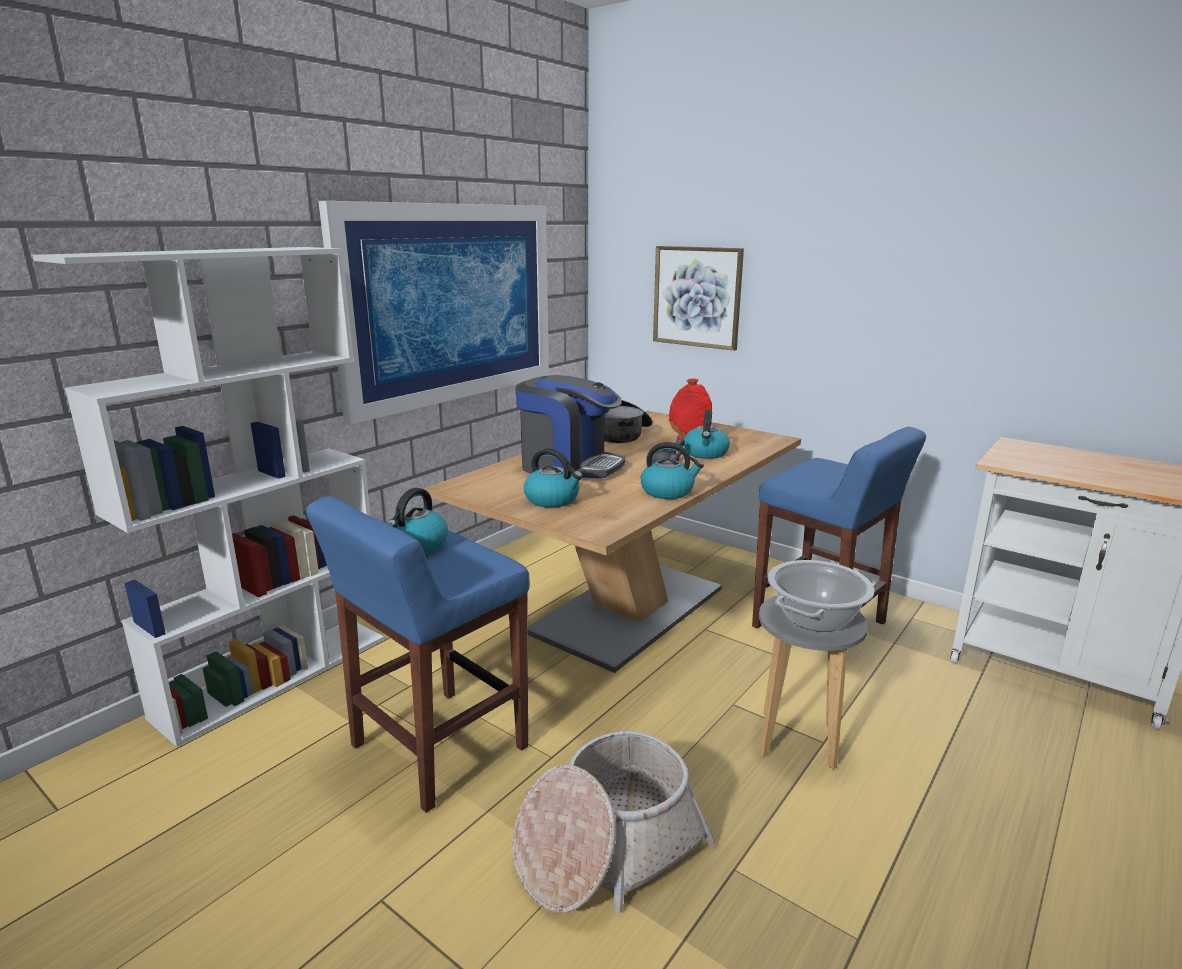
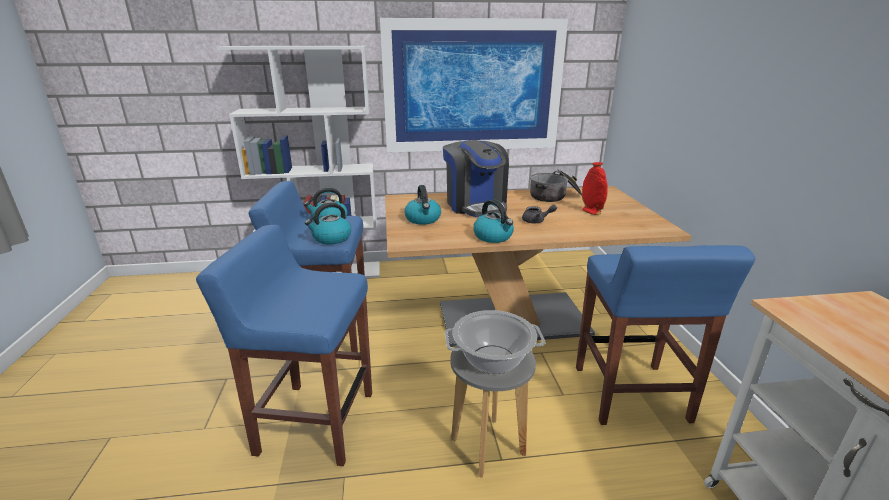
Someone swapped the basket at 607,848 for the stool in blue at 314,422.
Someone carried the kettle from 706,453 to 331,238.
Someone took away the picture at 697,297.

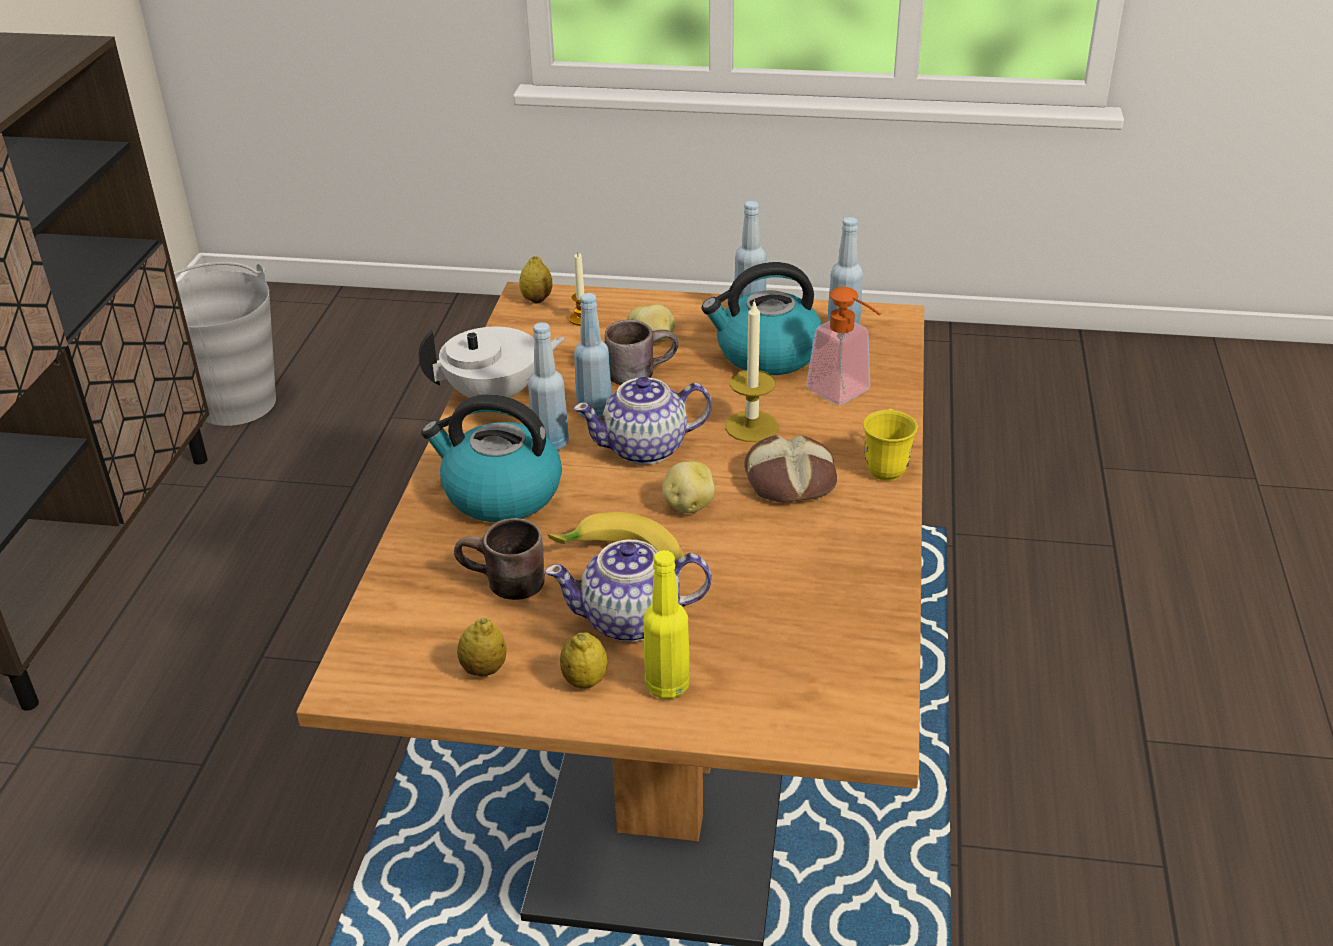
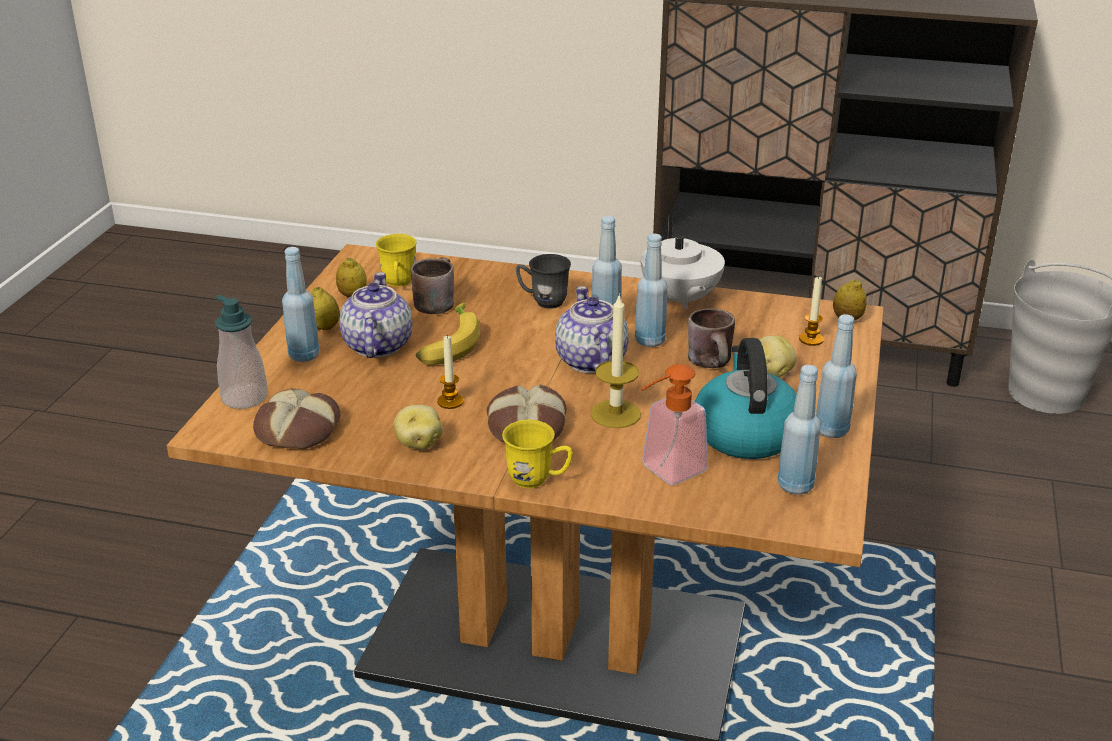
Someone put down the soap dispenser at 244,398.
Someone put down the bread at 300,430.
Someone repainted the bottle in yellow at 667,686, which became the bottle in blue at 304,355.
Someone put down the mug in yellow at 398,284.
Someone carried the potato from 688,505 to 418,443.
Someone put down the candle at 450,402.
Someone swapped the kettle at 500,494 for the mug in grey at 542,301.

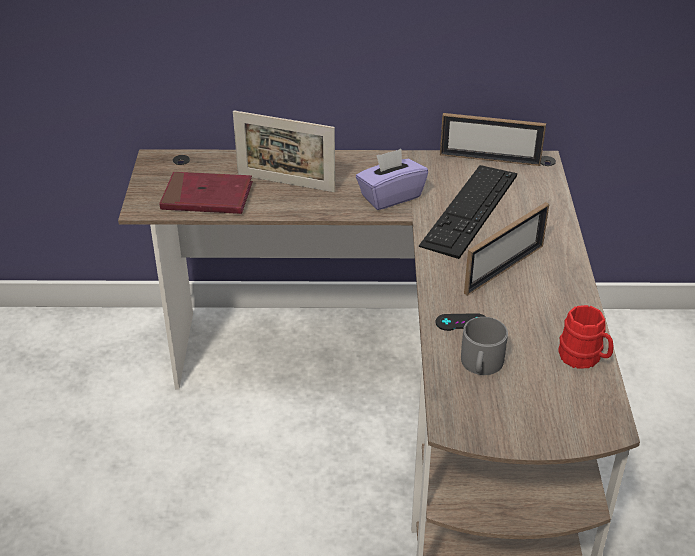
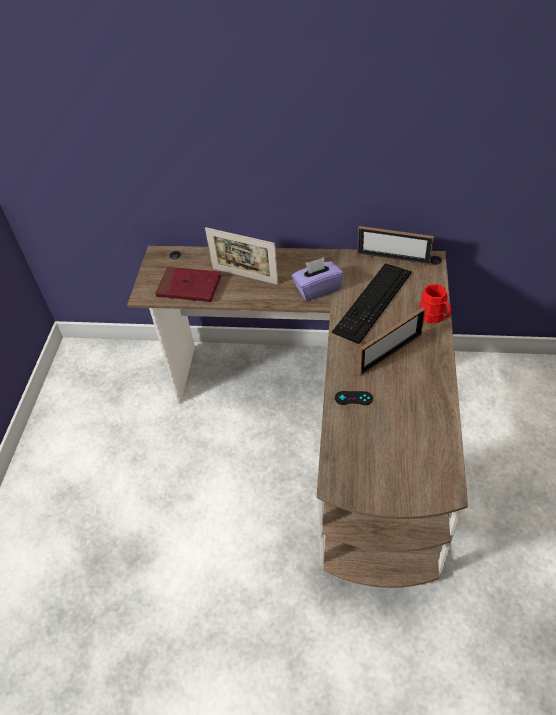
Someone carried the mug in red from 584,358 to 434,316.
Someone took away the mug in grey at 481,364.

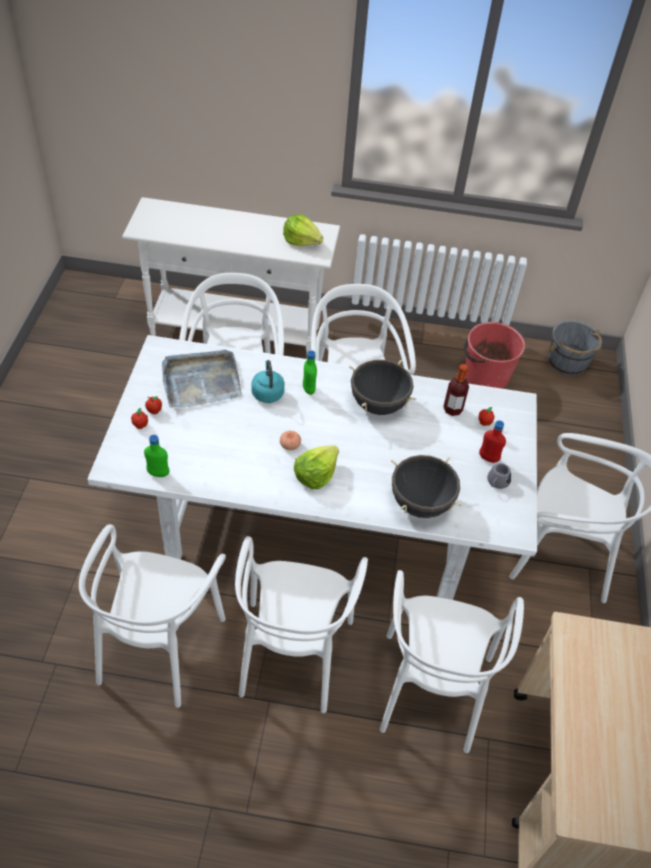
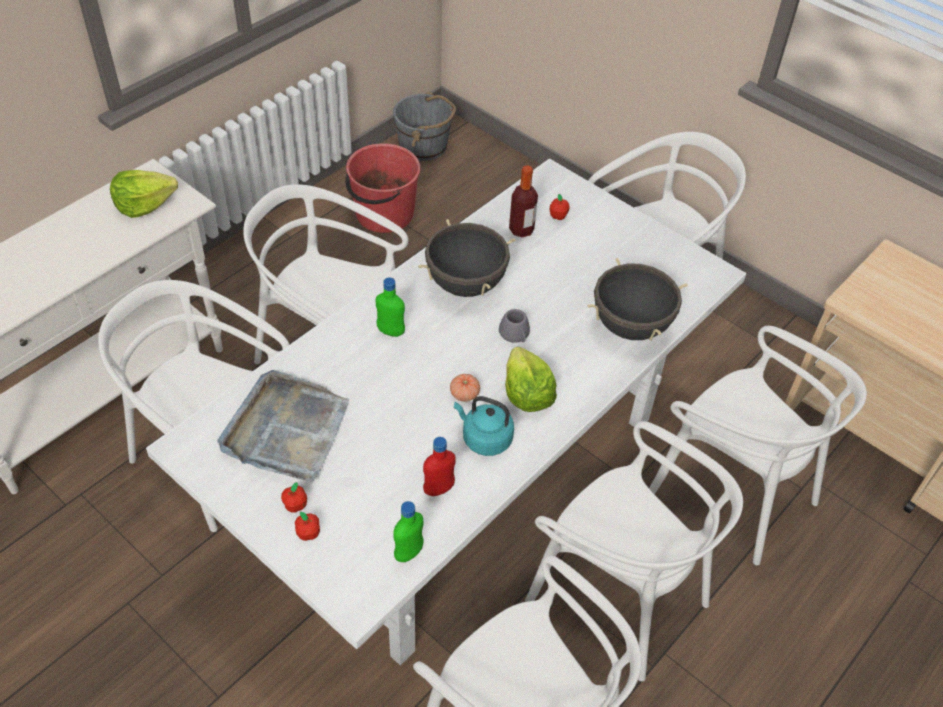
Someone carried the bottle in red from 488,458 to 439,489.
Someone carried the kettle in turquoise from 267,392 to 484,438.
Someone carried the mug in grey from 496,482 to 515,335.

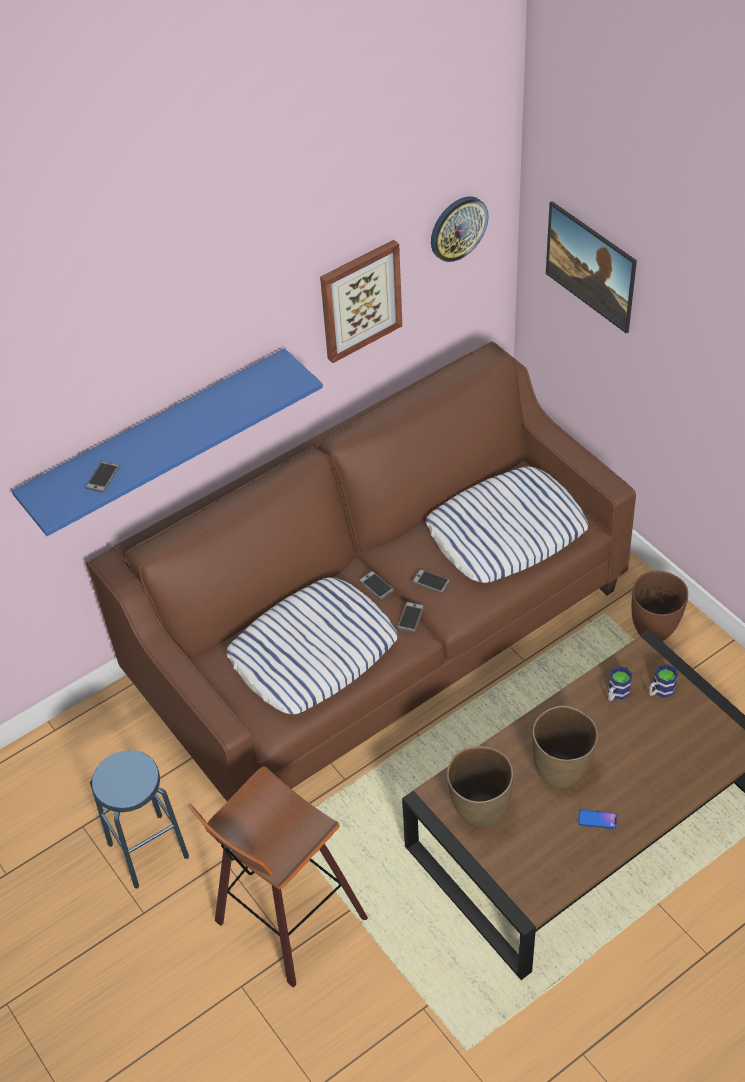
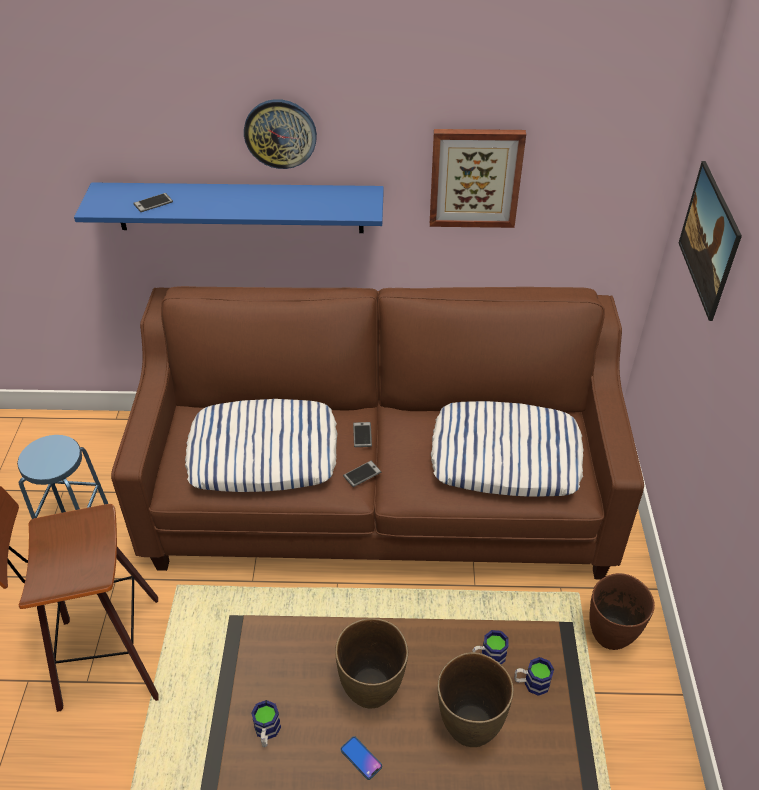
Someone carried the wall clock from 458,228 to 280,133.
Someone put down the mug at 267,732.
Someone carried the vase in brown from 479,813 to 469,726.
Someone took away the phone at 431,581.

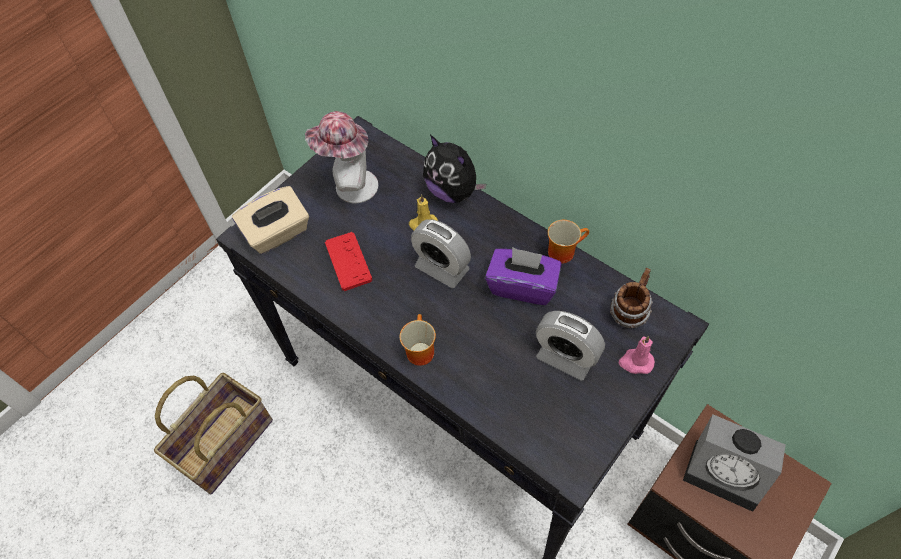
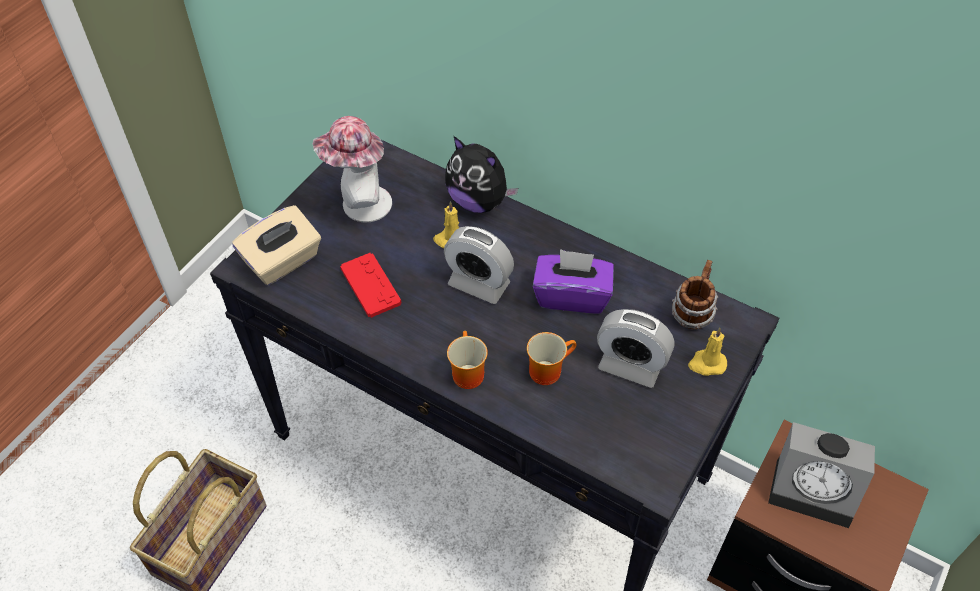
Someone carried the mug from 563,250 to 547,368.
Someone repainted the candle in pink at 635,362, which became the candle in yellow at 707,364.

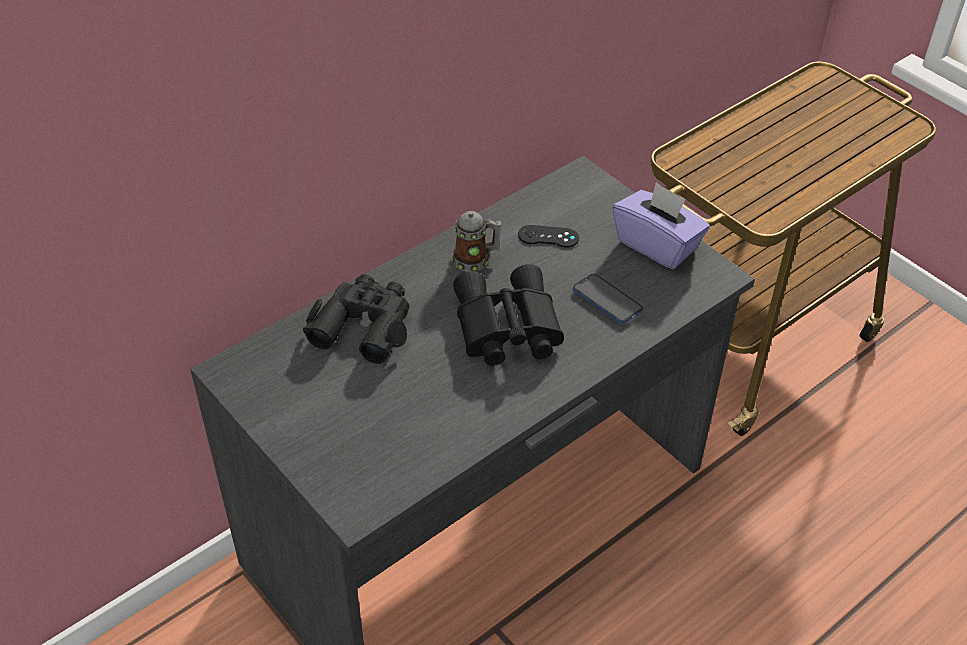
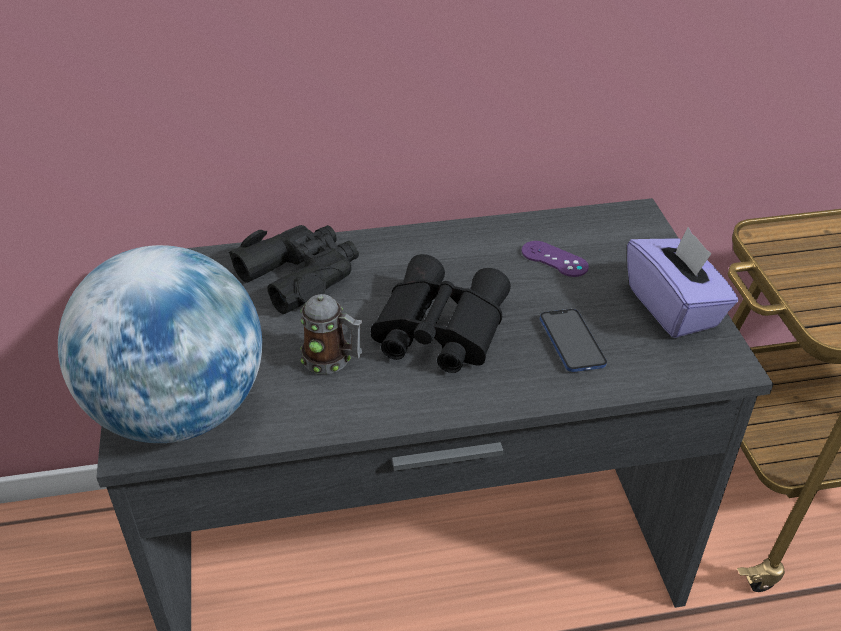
Someone put down the globe at 180,411.
Someone carried the mug from 475,259 to 332,360.
Someone repainted the game controller in black at 548,236, which became the game controller in purple at 554,259.

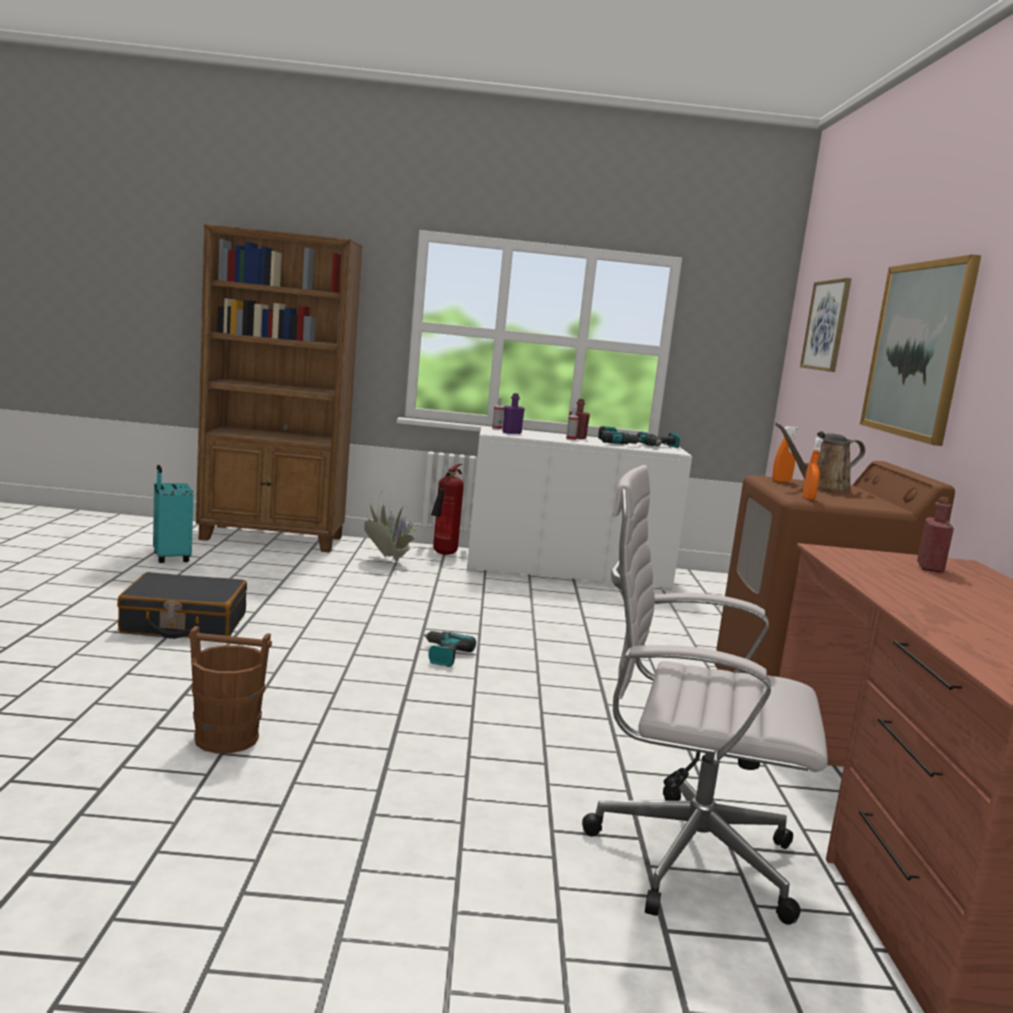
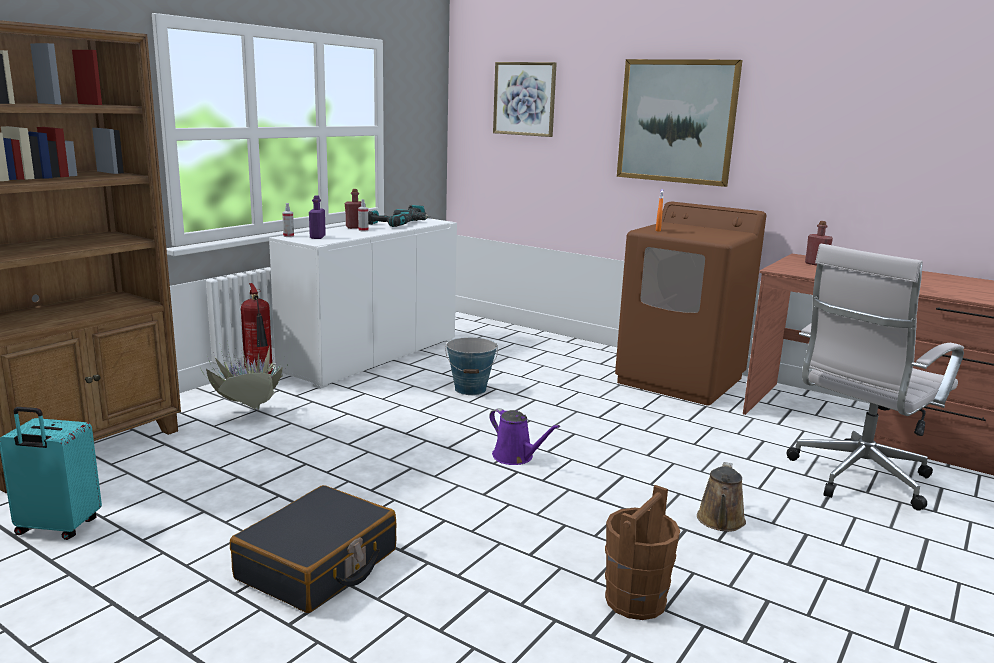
Someone put down the bucket at 470,389.
Someone swapped the power drill at 443,655 for the watering can in purple at 515,457.
Someone carried the watering can in brown from 820,488 to 720,522.
Someone took away the spray bottle in orange at 808,498.

